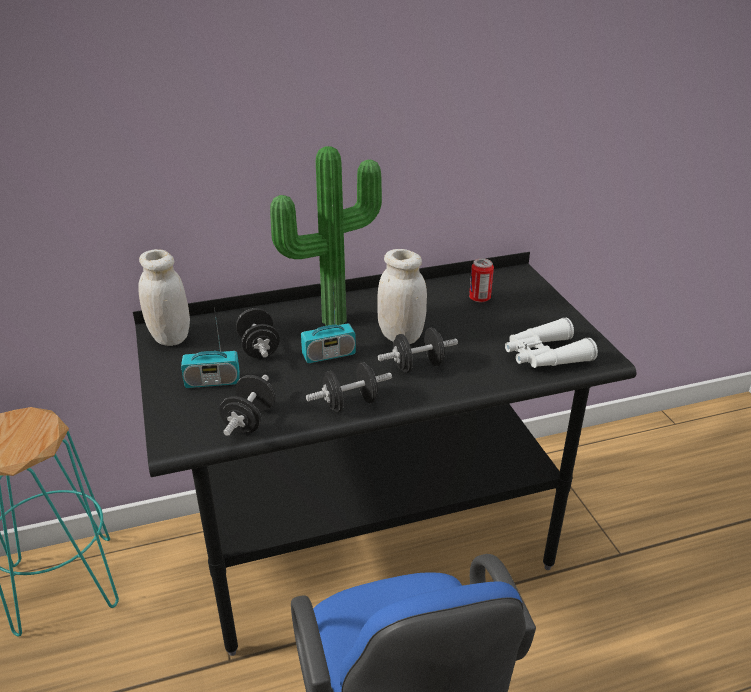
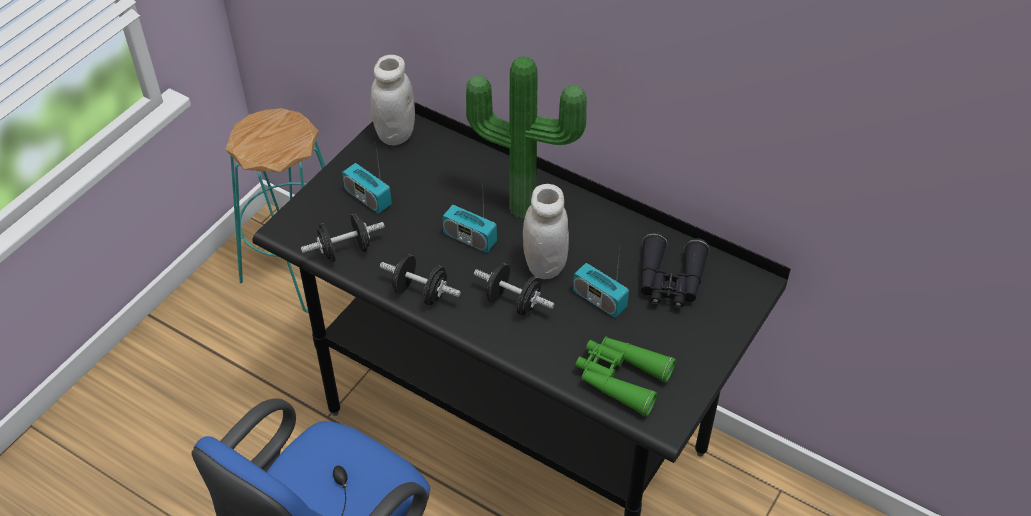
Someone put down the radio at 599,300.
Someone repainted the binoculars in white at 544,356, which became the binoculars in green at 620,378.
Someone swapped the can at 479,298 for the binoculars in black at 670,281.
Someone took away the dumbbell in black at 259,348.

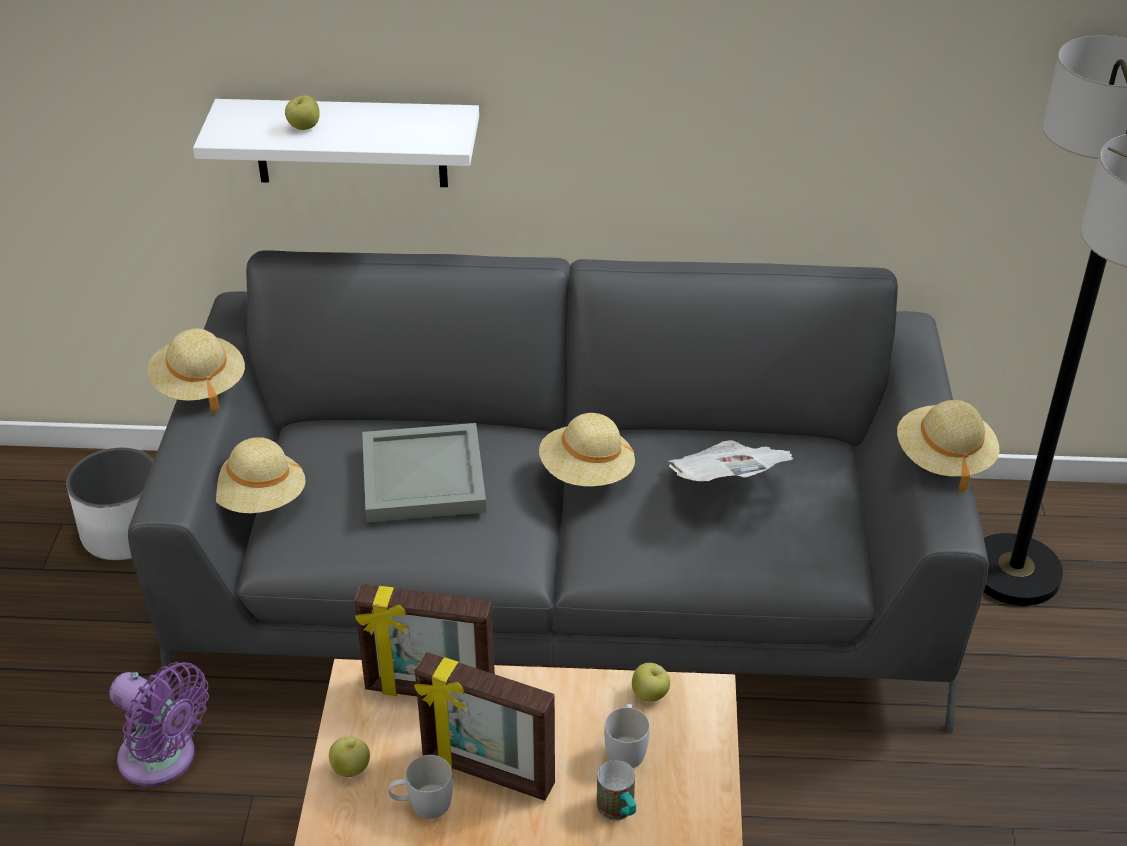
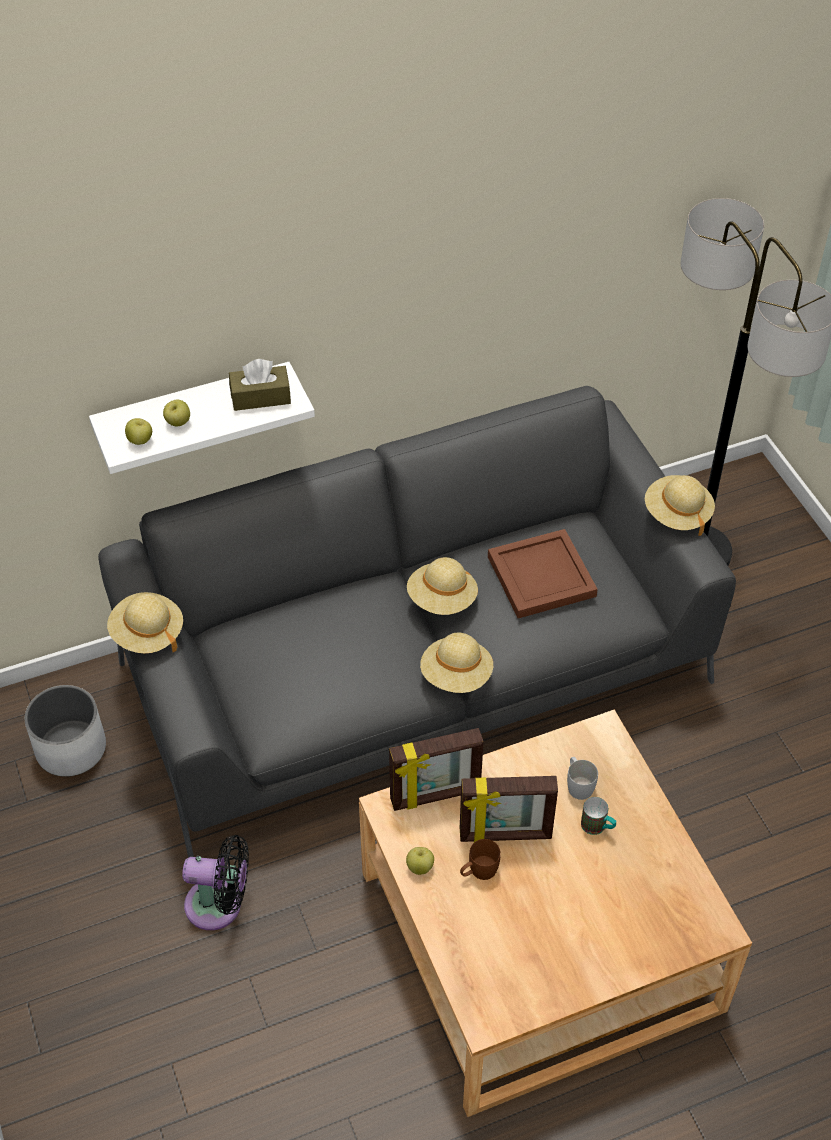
Someone carried the apple from 650,694 to 140,440.
Someone repainted the fan in purple at 163,760, which became the fan in black at 219,905.
Someone put down the tissue box in brown at 260,397.
Someone carried the hat in beige from 258,499 to 456,675.
Someone repainted the mug in white at 422,804, which became the mug in brown at 478,871.
Someone swapped the newspaper at 727,485 for the tray in brown at 539,576.
Someone took away the tray in grey at 421,479.

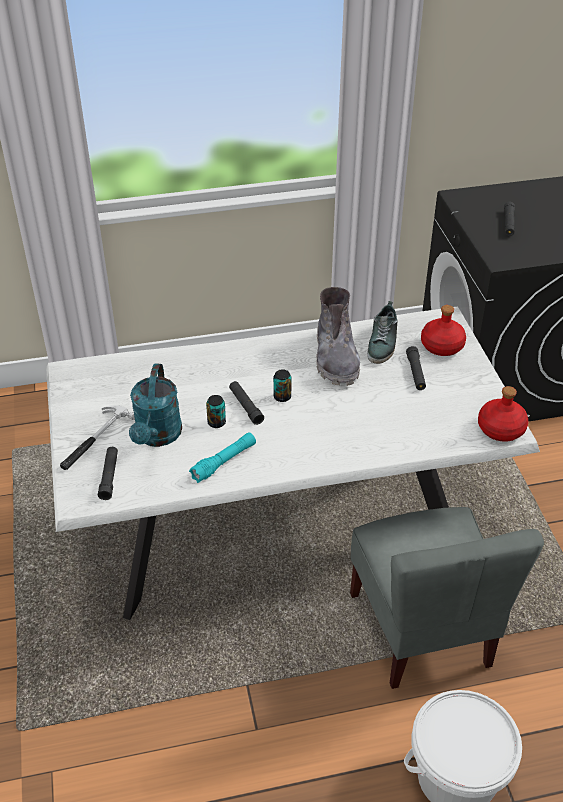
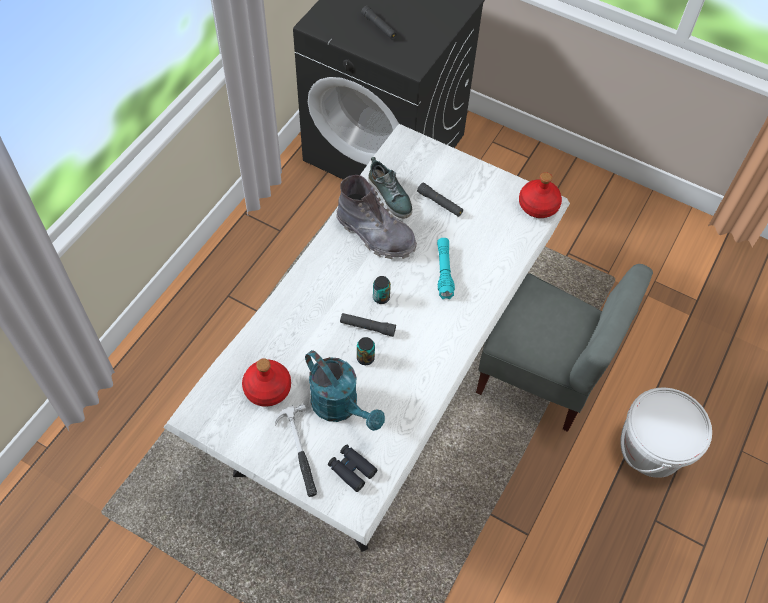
Someone carried the bottle in red from 441,346 to 267,389.
Someone swapped the flashlight in black at 109,476 for the binoculars in black at 352,469.
Someone carried the flashlight in turquoise from 224,462 to 444,271.

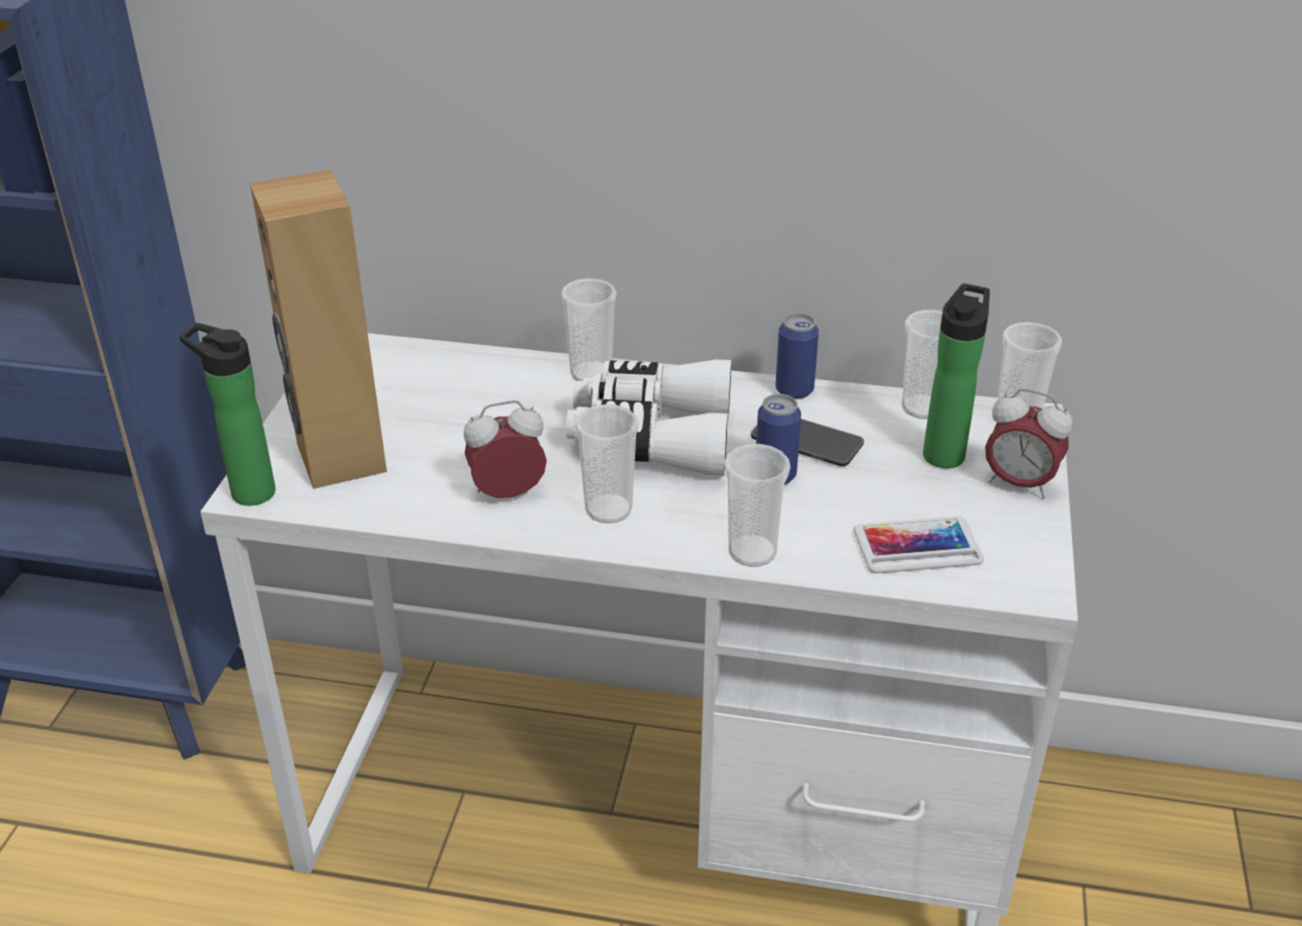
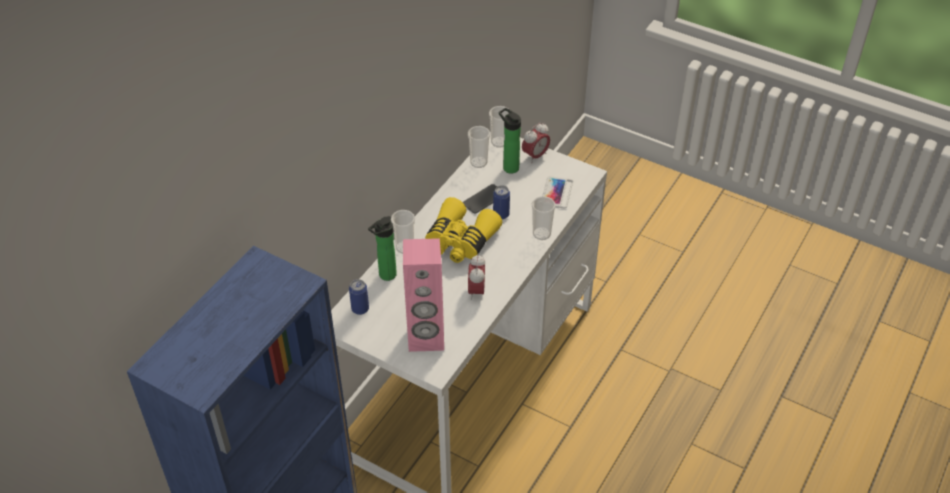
Someone carried the can from 794,390 to 360,309.
Someone carried the bottle from 247,491 to 385,276.
Someone repainted the speaker in brown at 339,458, which became the speaker in pink at 426,338.
Someone repainted the binoculars in white at 652,437, which became the binoculars in yellow at 459,241.
Someone took away the cup at 608,509.

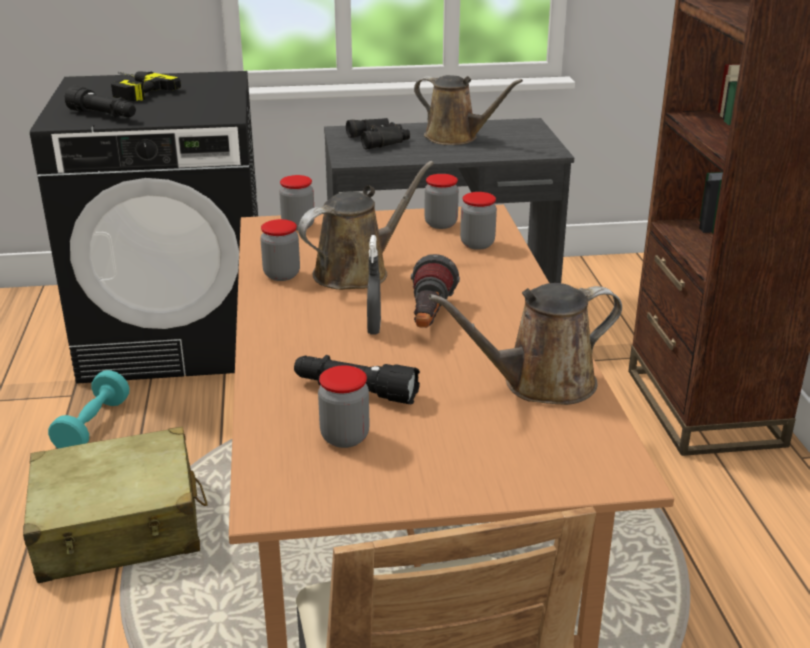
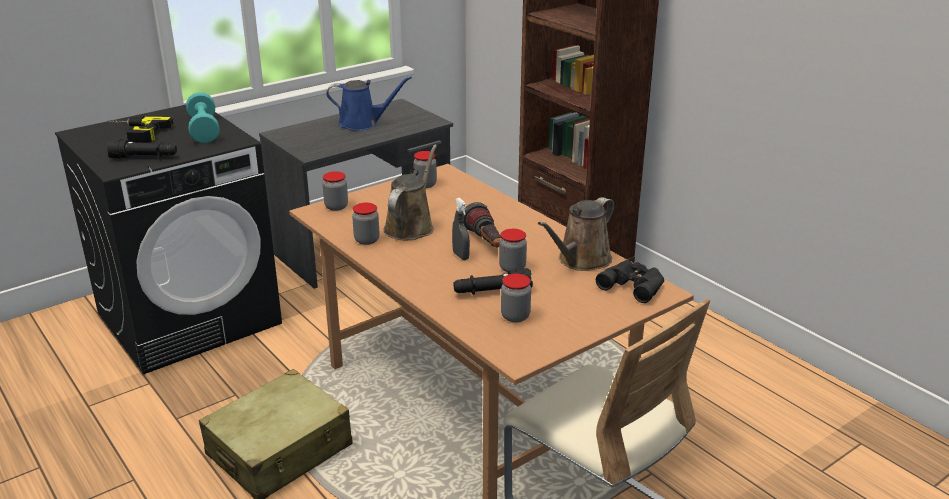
Someone carried the dumbbell in turquoise from 93,426 to 204,130.
Someone repainted the watering can in brown at 456,137, which became the watering can in blue at 363,123.
Someone carried the jar from 477,244 to 512,268.
Someone carried the binoculars in black from 380,140 to 633,285.

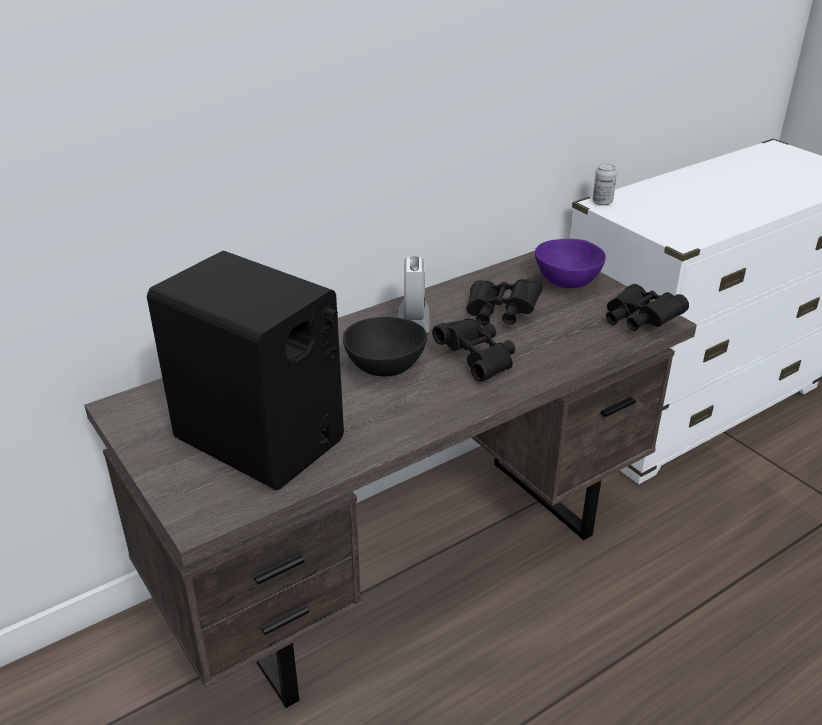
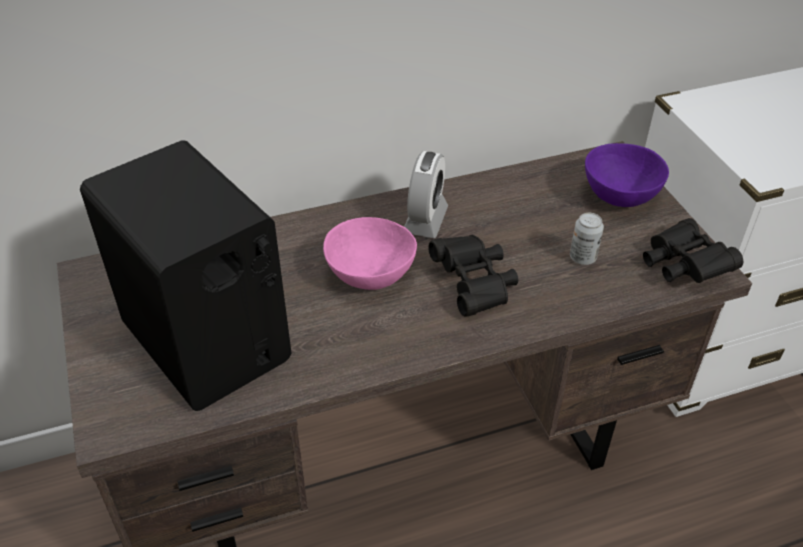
Someone repainted the bowl in black at 386,368, which became the bowl in pink at 371,277.
Someone carried the can from 602,202 to 582,258.
Someone took away the binoculars in black at 500,314.

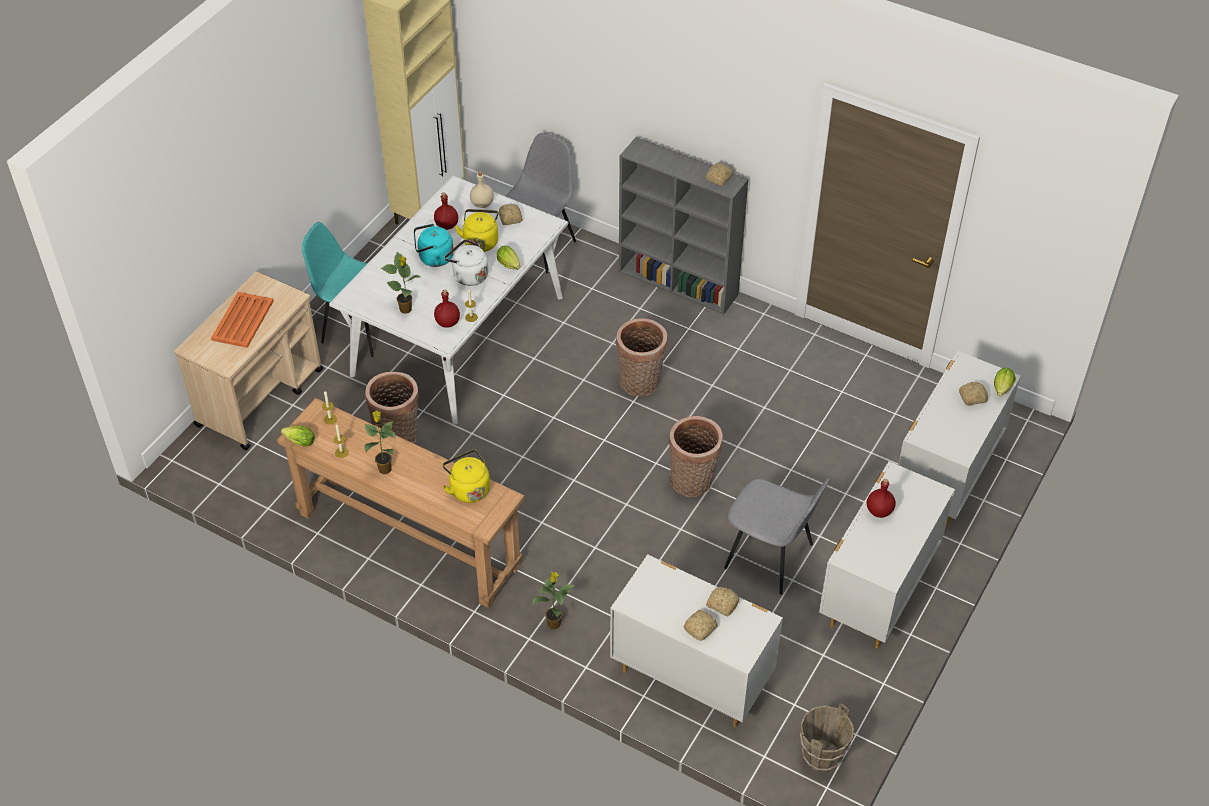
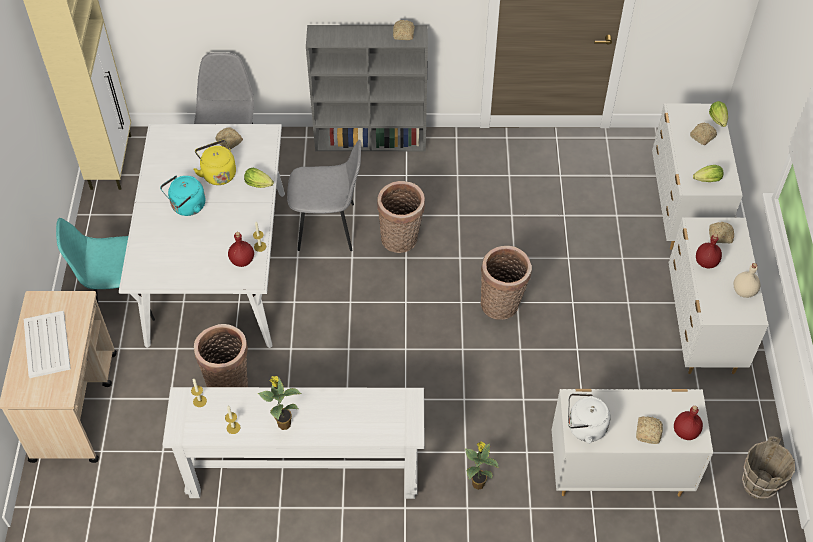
Someone repainted the tray in orange at 243,320, which became the tray in white at 47,344.
Someone repainted the console table in brown at 409,539, which became the console table in white at 303,471.
Someone carried the chair in grey from 771,557 to 328,227.
Someone carried the kettle in white from 468,275 to 584,427.
Someone carried the bottle in red from 446,225 to 685,431.
Someone carried the lettuce from 298,441 to 705,180.
Someone carried the bread from 722,603 to 719,236.
Someone carried the bottle in beige from 482,203 to 744,291.
Someone took away the potted plant at 406,309.
Someone took away the kettle in yellow at 468,488.

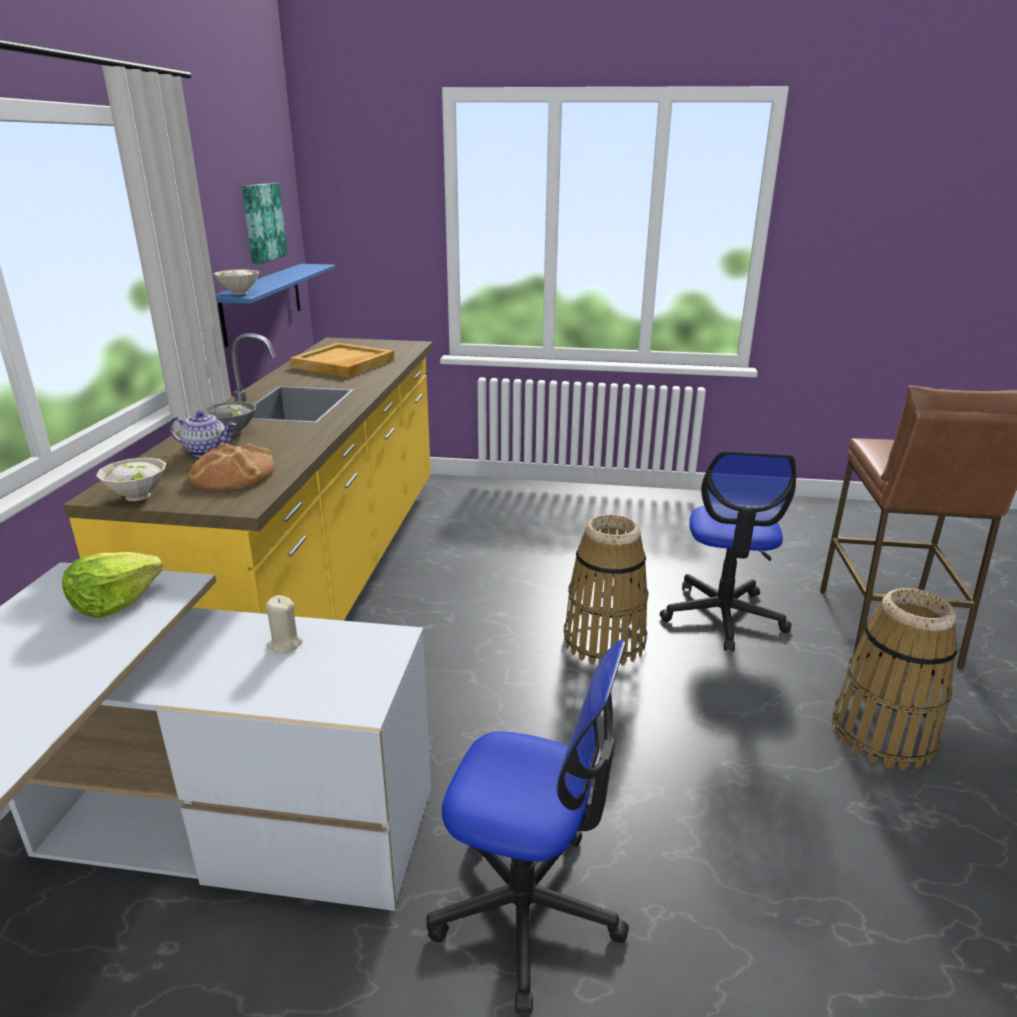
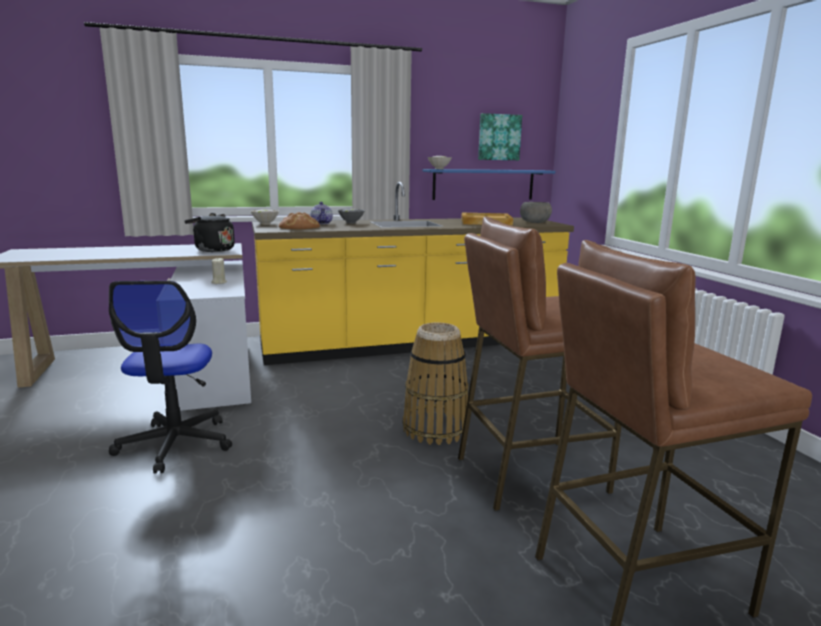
Someone swapped the lettuce at 114,602 for the kettle in black at 212,250.
Someone swapped the office chair at 723,616 for the stool in brown at 529,473.
Someone put down the bowl in grey at 535,222.
Someone took away the basket at 883,734.

